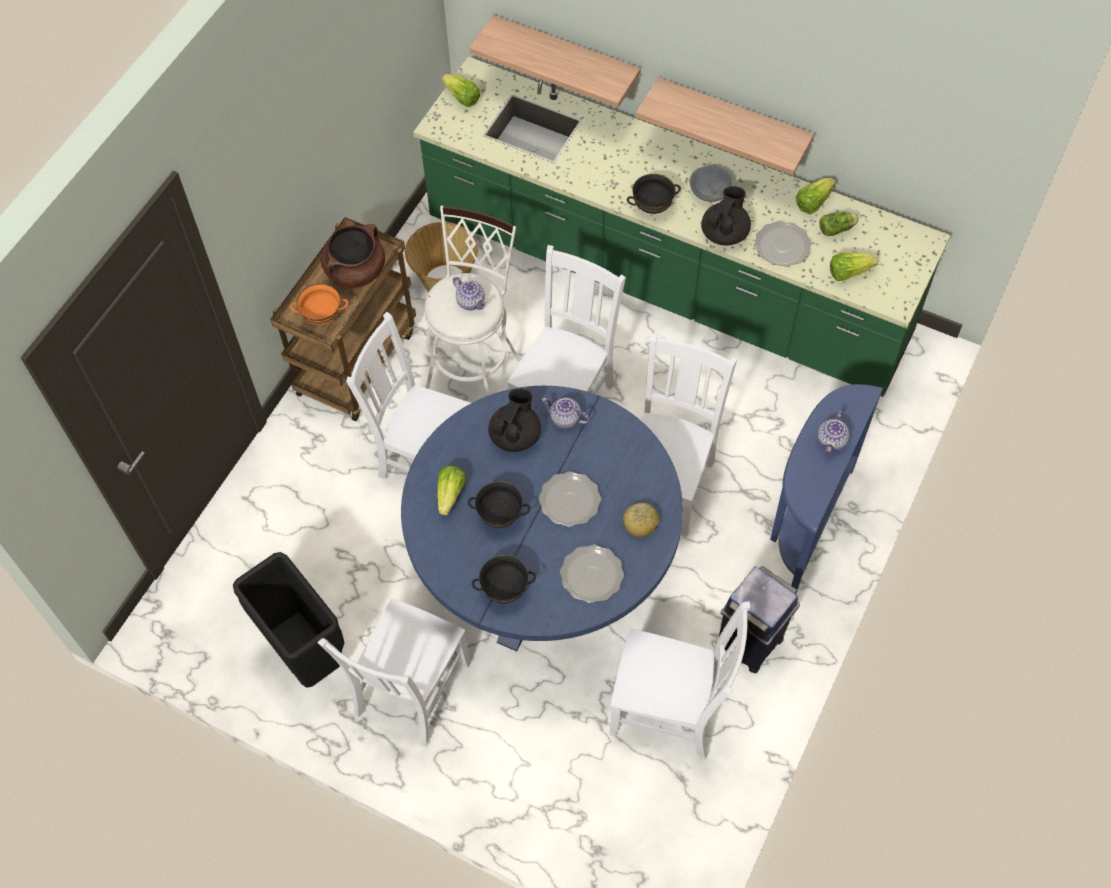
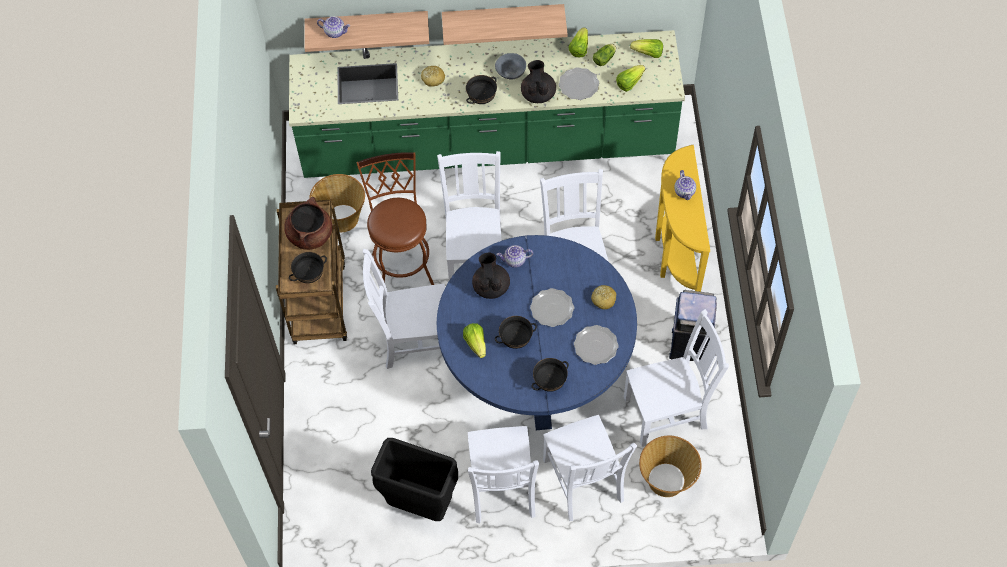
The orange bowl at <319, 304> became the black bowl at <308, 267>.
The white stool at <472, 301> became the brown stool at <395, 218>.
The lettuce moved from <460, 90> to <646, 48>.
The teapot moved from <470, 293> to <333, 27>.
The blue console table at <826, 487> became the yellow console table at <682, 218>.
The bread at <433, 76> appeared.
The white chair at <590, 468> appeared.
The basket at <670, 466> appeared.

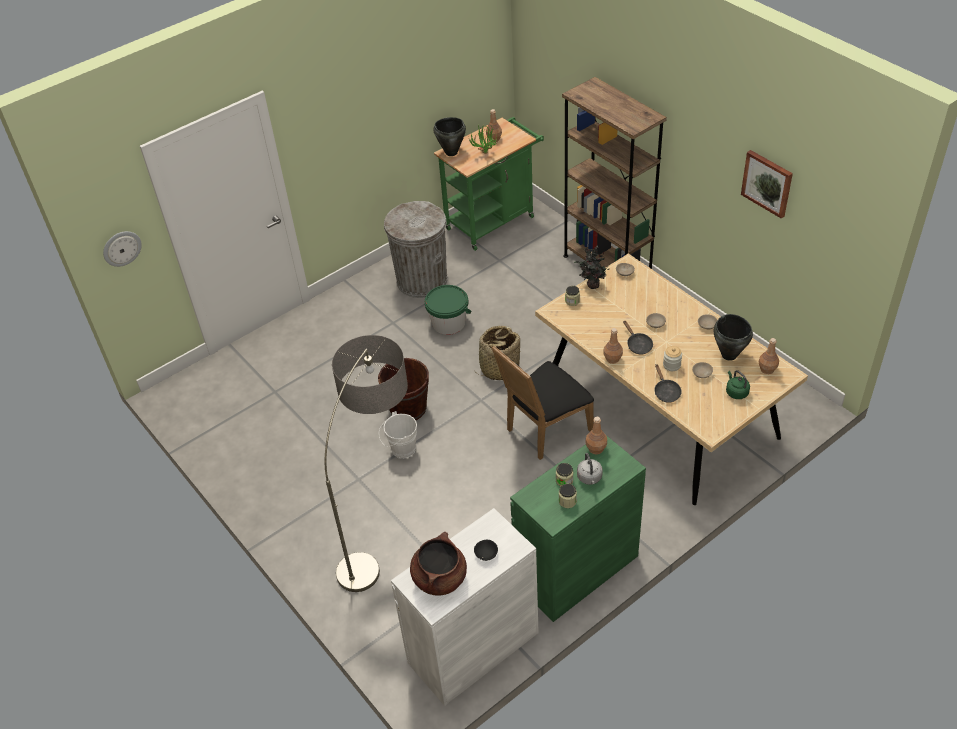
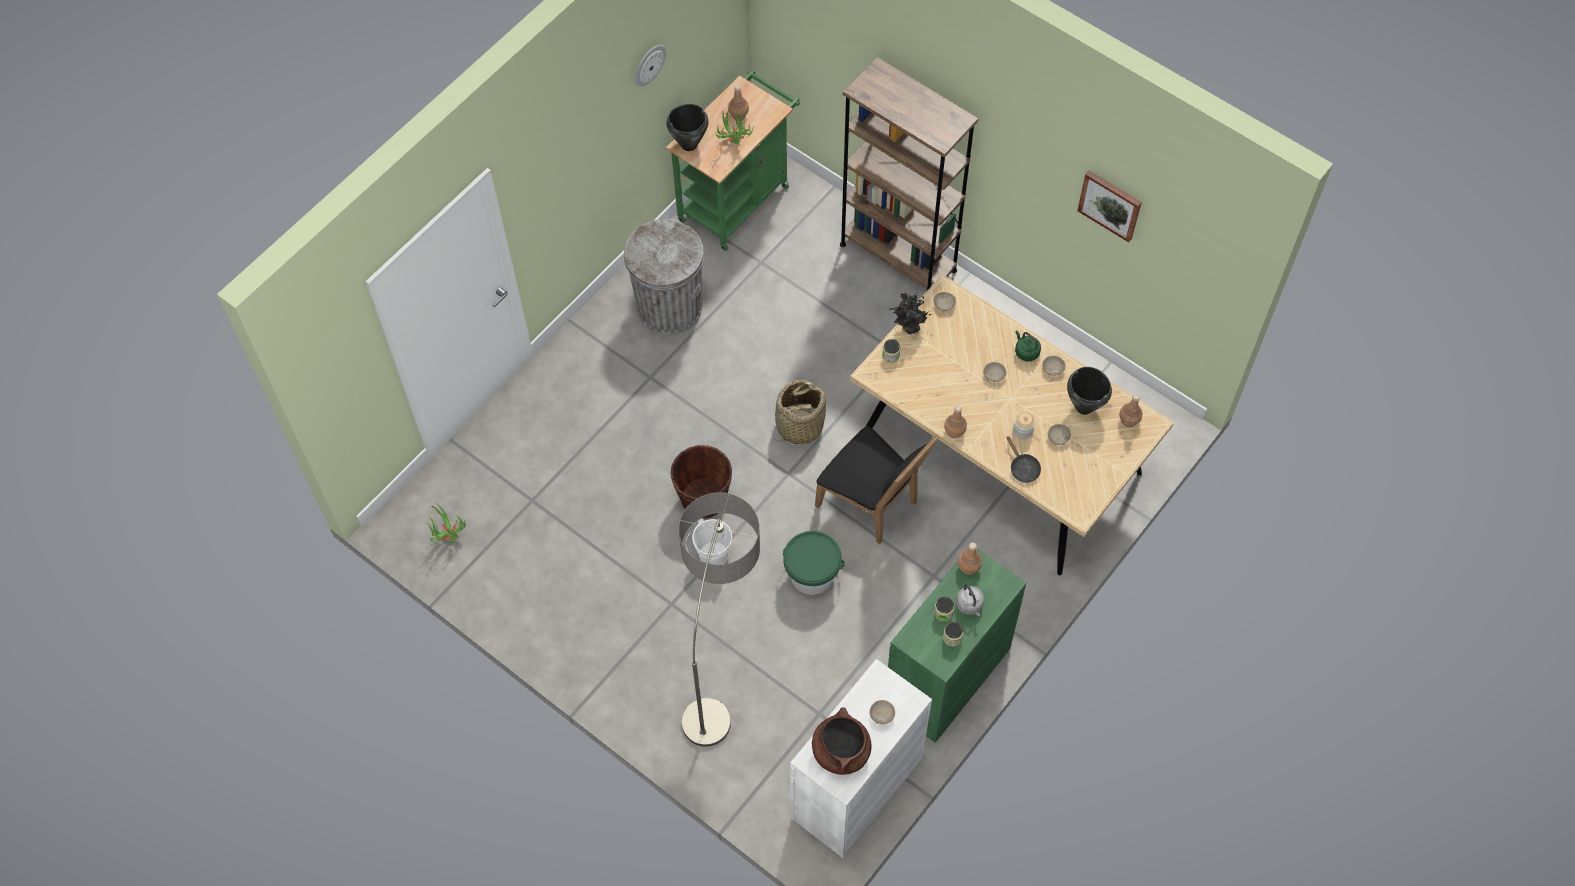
The wall clock moved from <122, 249> to <650, 66>.
The green bucket moved from <448, 310> to <814, 563>.
The black bowl at <486, 550> became the beige bowl at <882, 712>.
The black chair at <542, 402> turned 90 degrees counterclockwise.
The black frying pan at <638, 337> disappeared.
The green kettle moved from <738, 384> to <1028, 346>.
The potted plant at <445, 524> appeared.

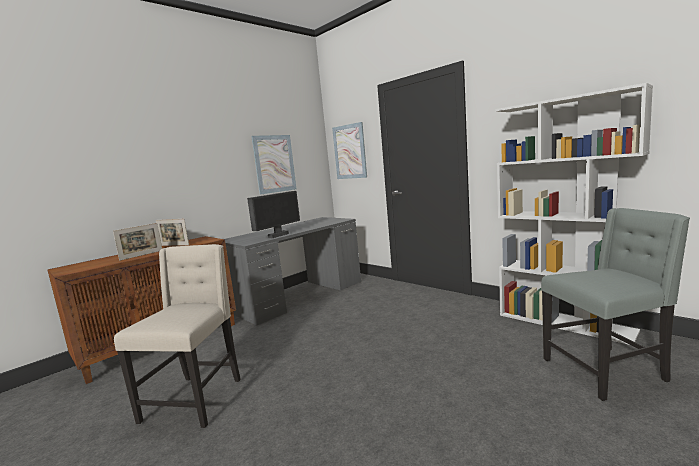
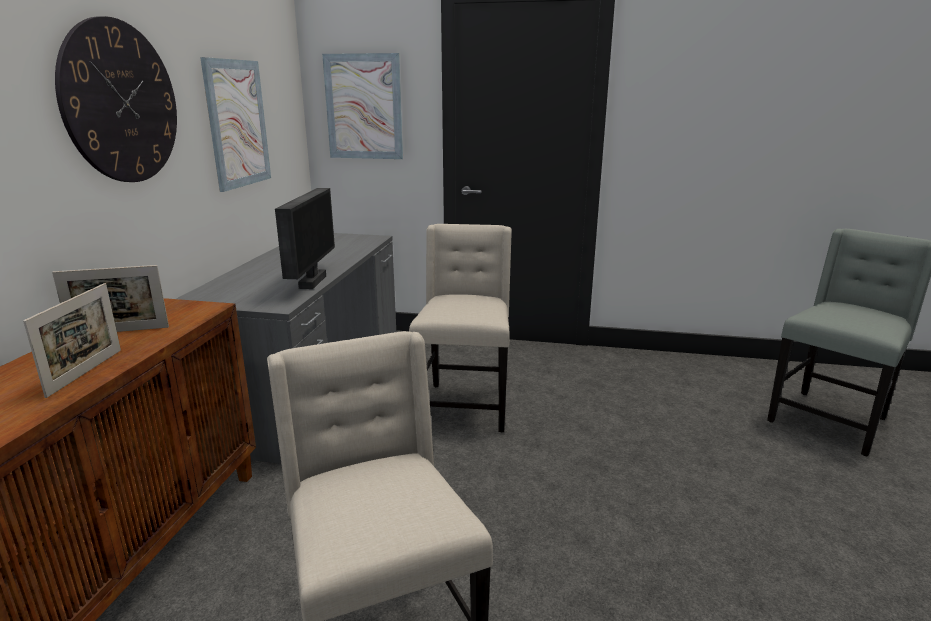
The white bookcase at <574, 214> disappeared.
The wall clock at <116, 99> appeared.
The beige chair at <460, 328> appeared.

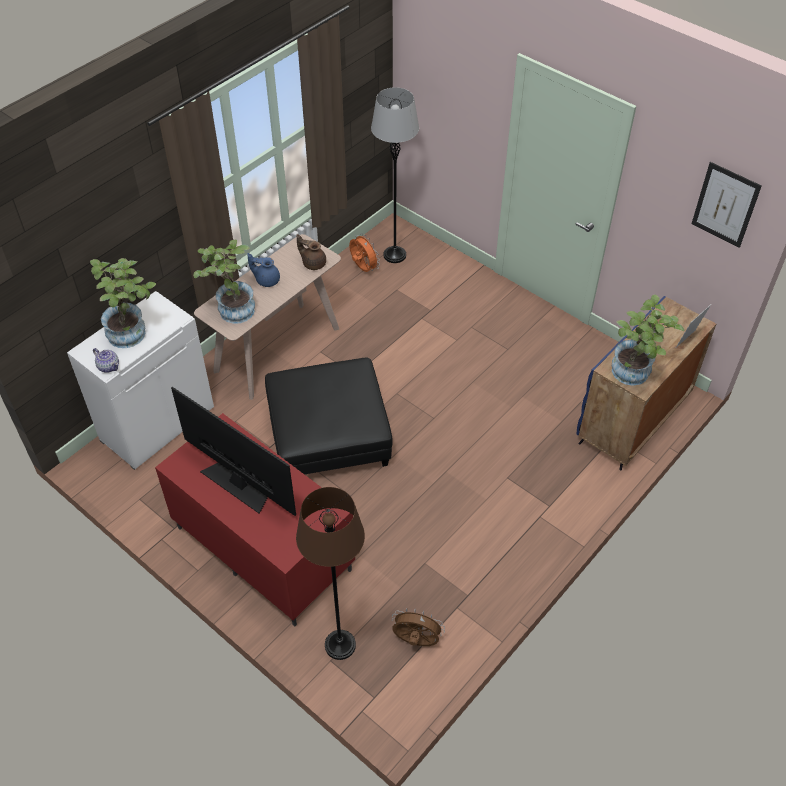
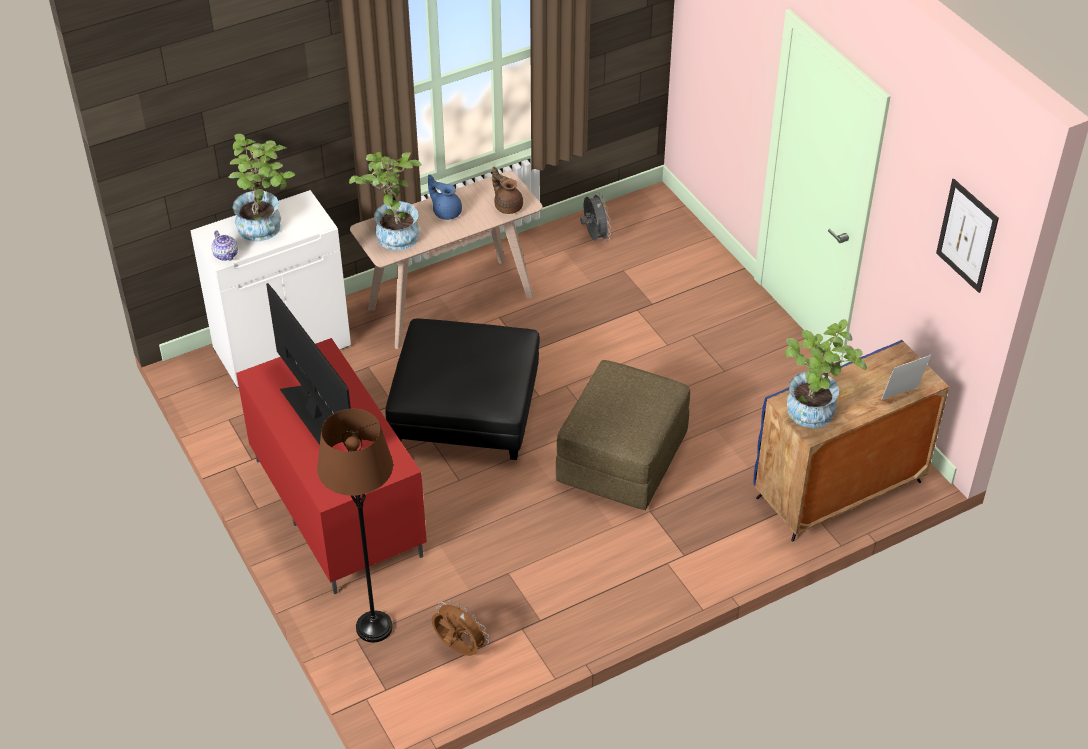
The orange fan at <364, 252> became the grey fan at <595, 217>.
The grey floor lamp at <395, 175> disappeared.
The brown ottoman at <623, 435> appeared.

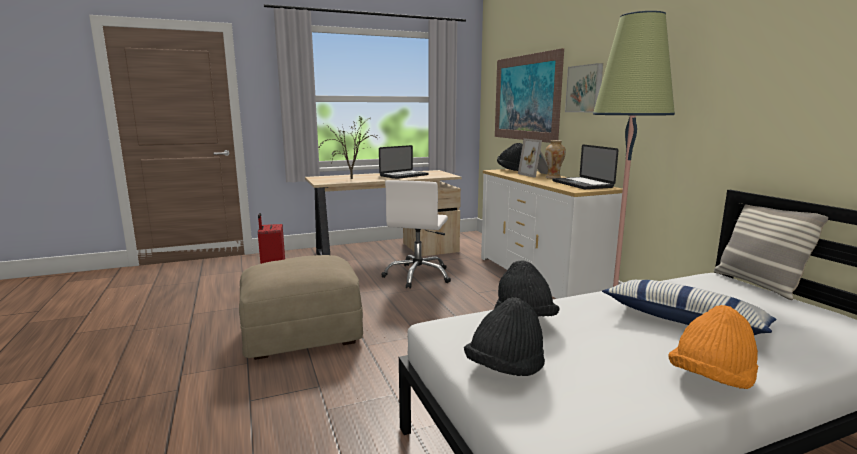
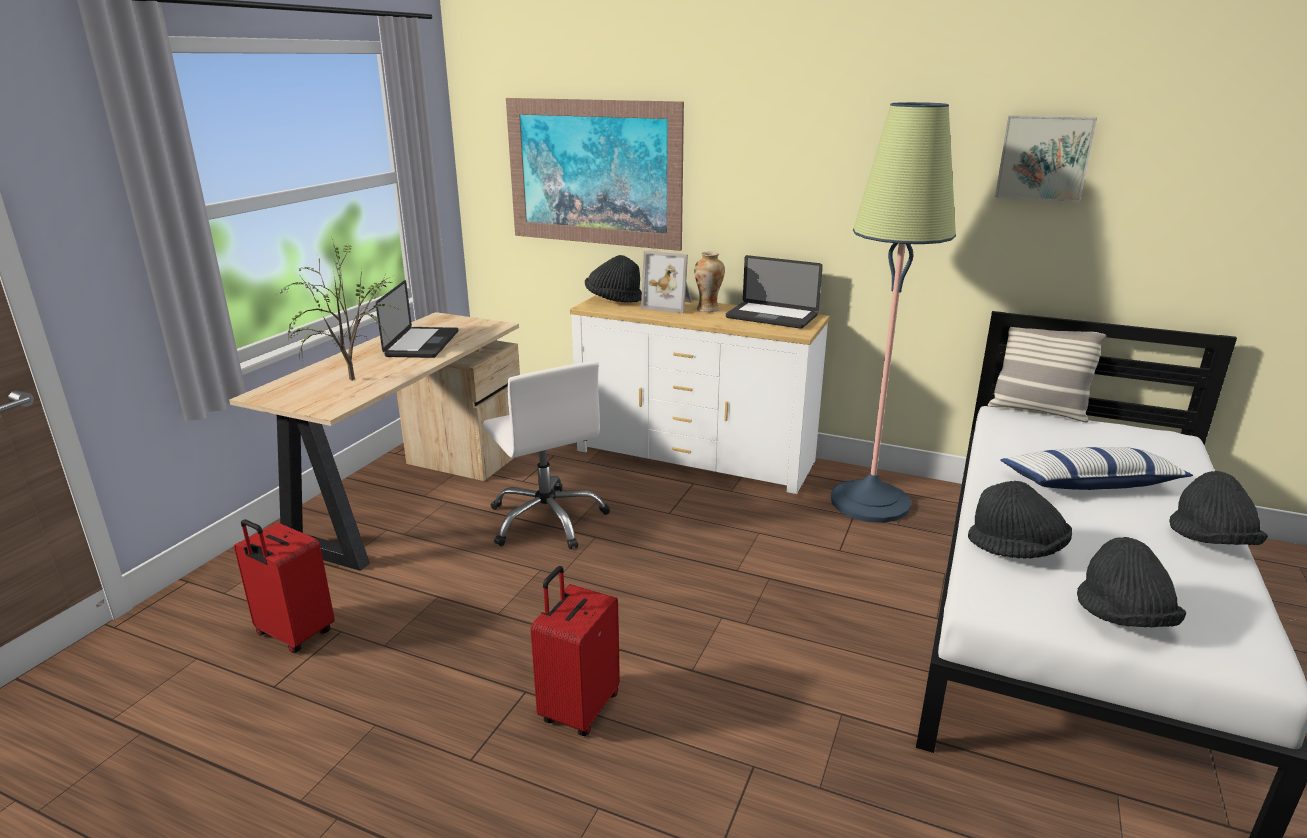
The beige ottoman at <301, 307> was replaced by the red suitcase at <575, 651>.
The picture moved from <584, 87> to <1046, 158>.
The orange hat at <713, 347> became the black hat at <1218, 508>.

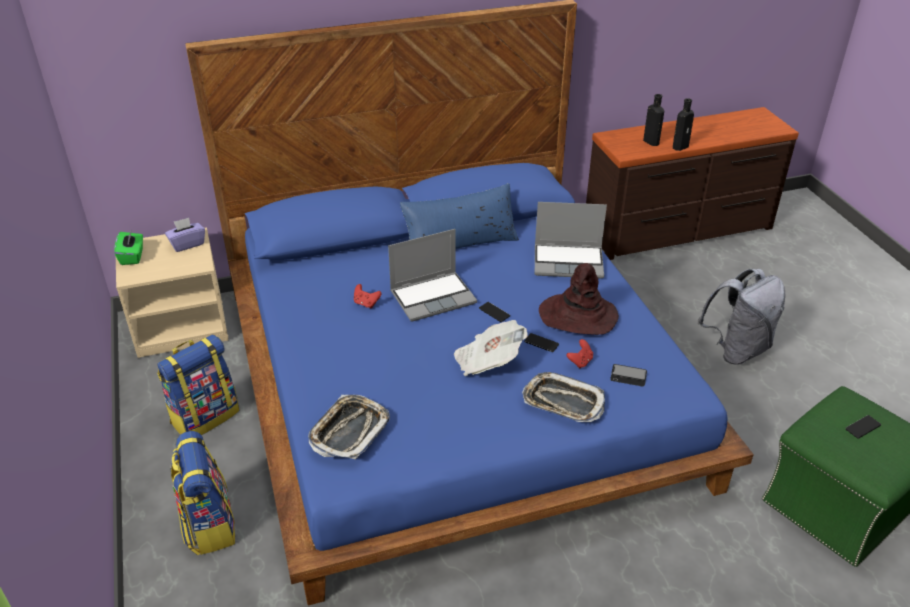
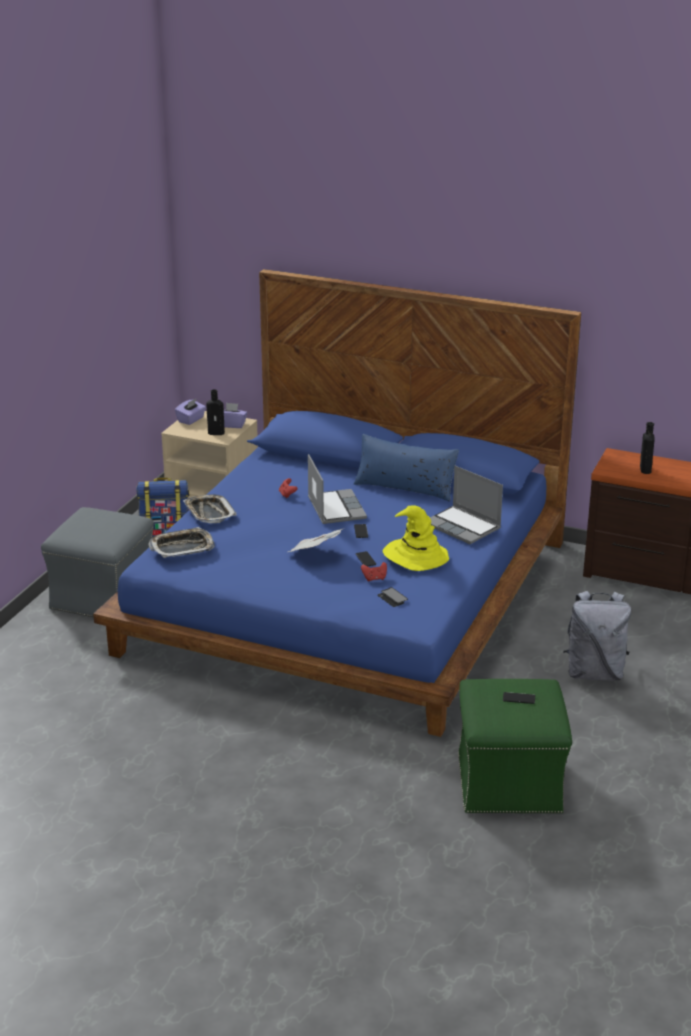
The green tissue box at <128, 247> became the purple tissue box at <190, 411>.
The backpack at <202, 493> was replaced by the grey ottoman at <97, 562>.
The laptop at <432, 275> turned 120 degrees counterclockwise.
The tray moved from <563, 397> to <210, 508>.
The brown hat at <579, 299> became the yellow hat at <416, 538>.
The black bottle moved from <683, 124> to <215, 412>.

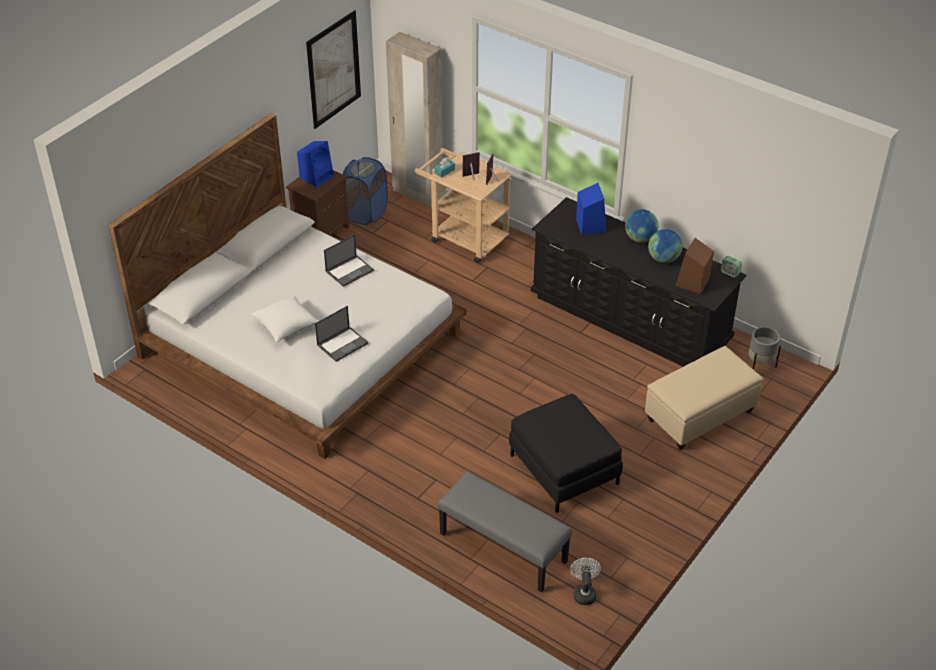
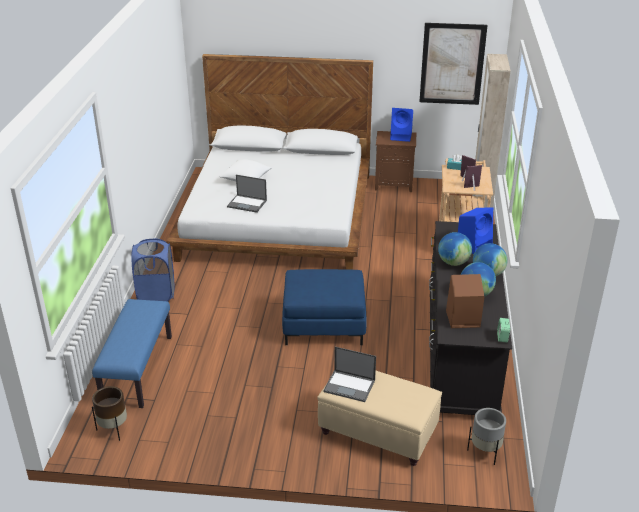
The laptop moved from <349, 260> to <349, 374>.
The blue laundry basket moved from <365, 191> to <152, 270>.
The grey bench at <504, 531> became the blue bench at <132, 353>.
The black ottoman at <566, 453> disappeared.
The white fan at <585, 581> was replaced by the brown planter at <109, 413>.
The blue ottoman at <324, 307> appeared.
The globe at <455, 249> appeared.

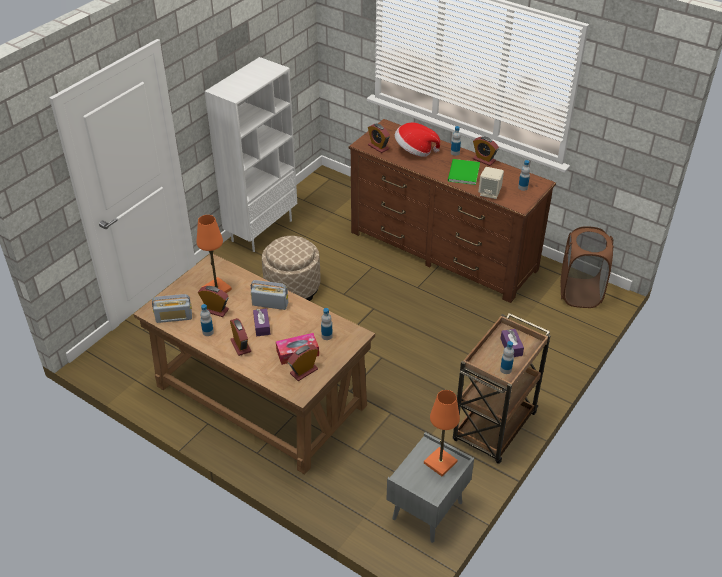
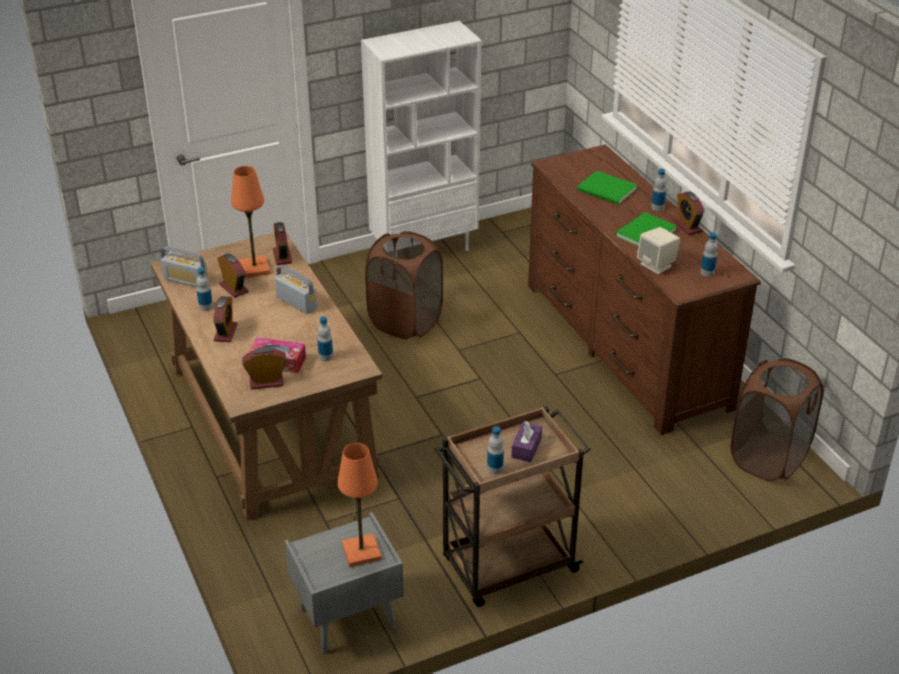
The purple tissue box at <262, 322> disappeared.
The beige ottoman at <291, 268> was replaced by the brown laundry basket at <404, 285>.
The alarm clock moved from <379, 138> to <282, 243>.
The hat at <417, 139> was replaced by the green book at <607, 188>.

